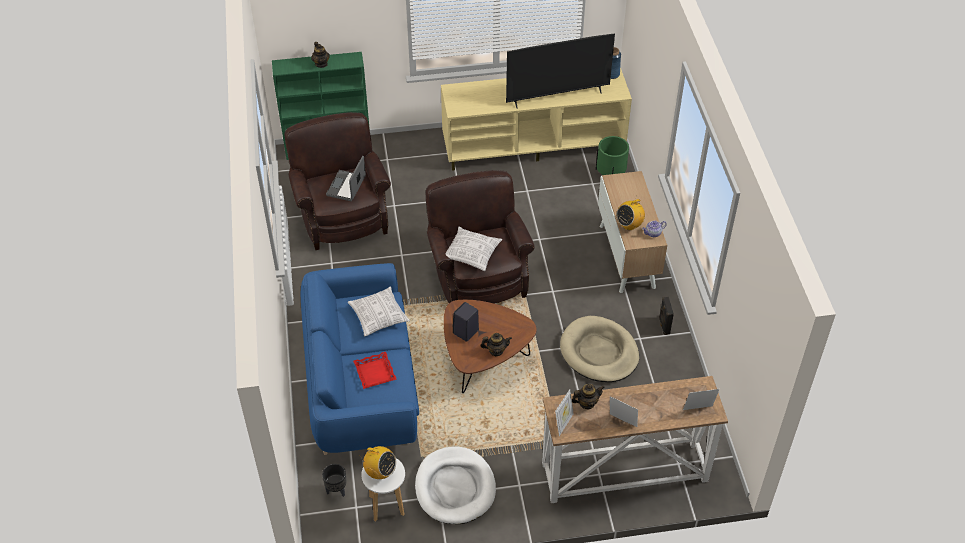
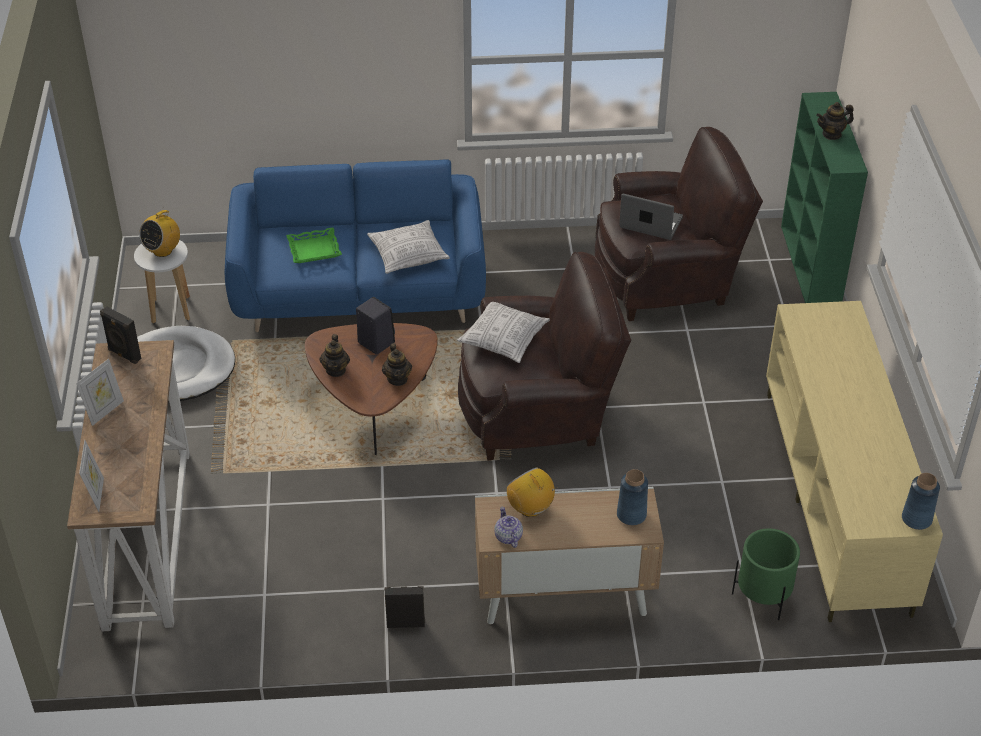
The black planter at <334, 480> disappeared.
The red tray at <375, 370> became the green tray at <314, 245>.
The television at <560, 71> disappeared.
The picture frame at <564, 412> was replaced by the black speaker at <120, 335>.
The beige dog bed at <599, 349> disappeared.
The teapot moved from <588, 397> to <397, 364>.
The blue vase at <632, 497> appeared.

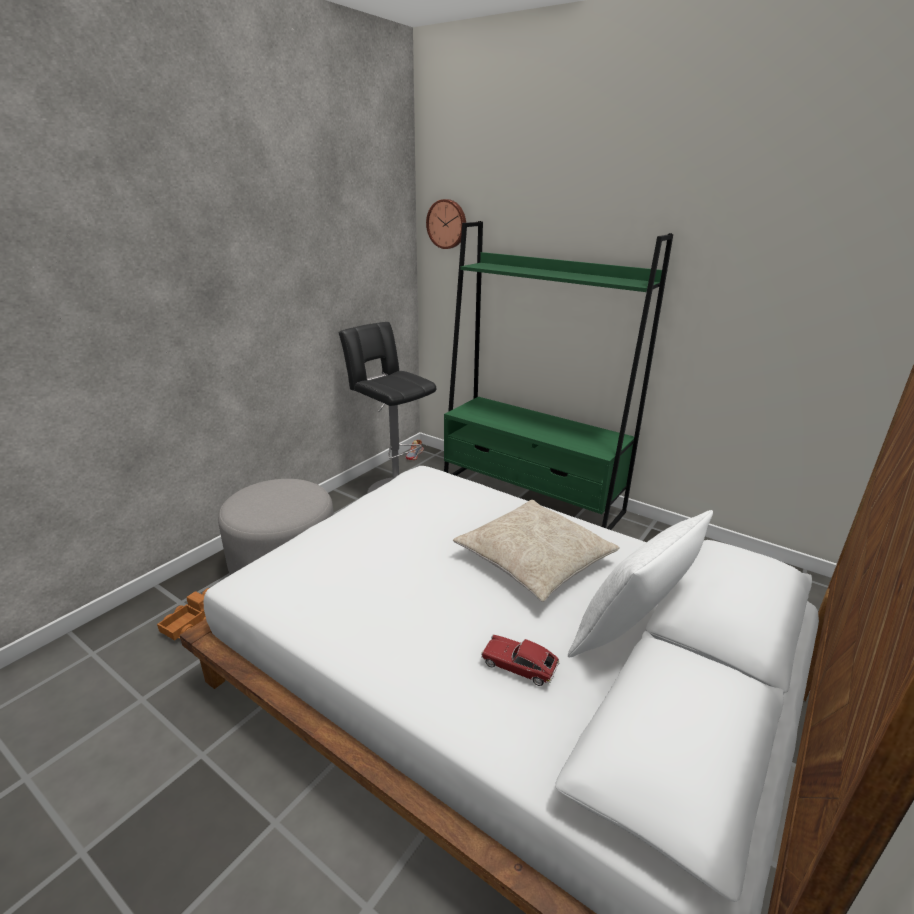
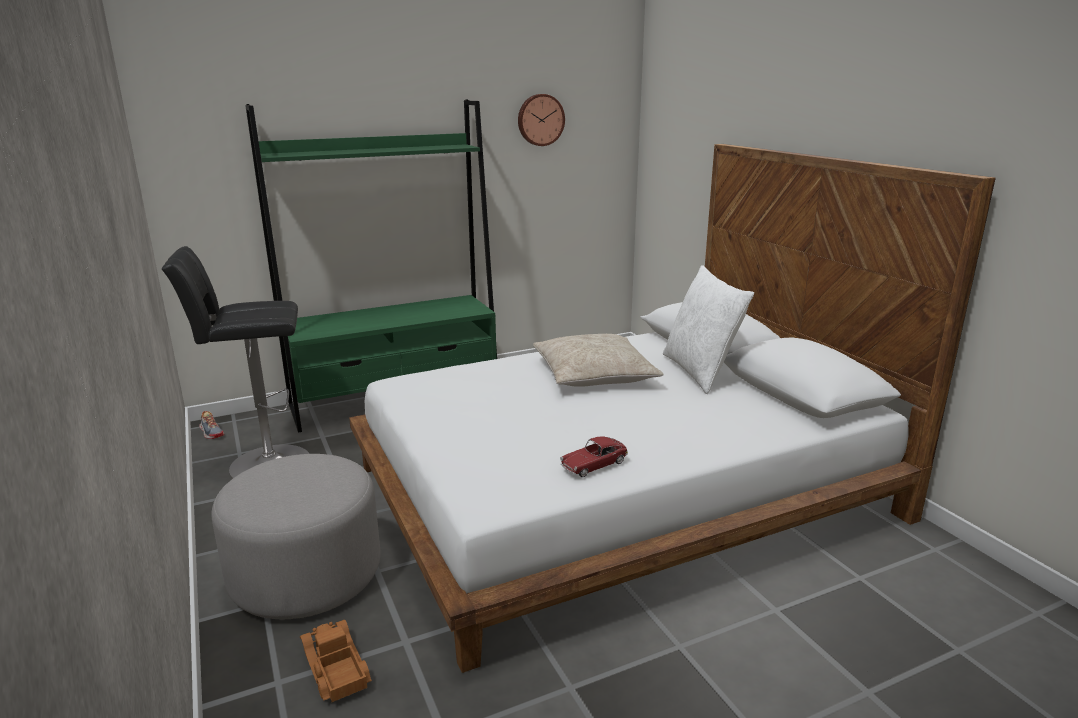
The wall clock moved from <446, 224> to <541, 120>.
The toy car moved from <520, 660> to <594, 457>.

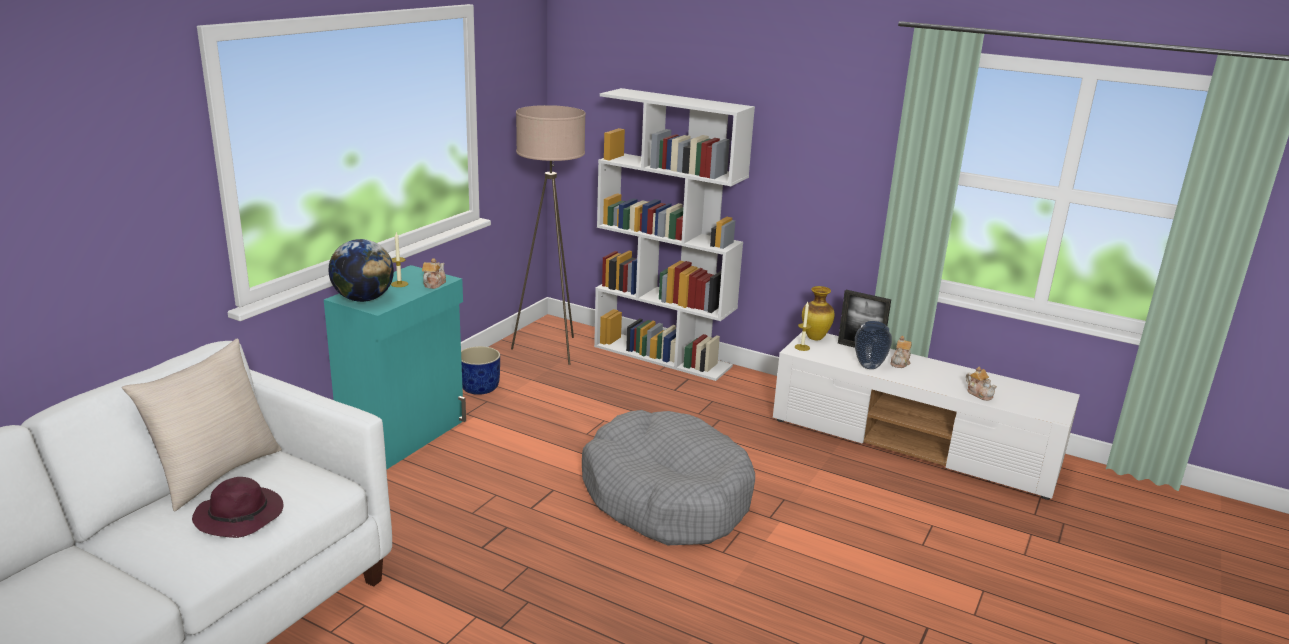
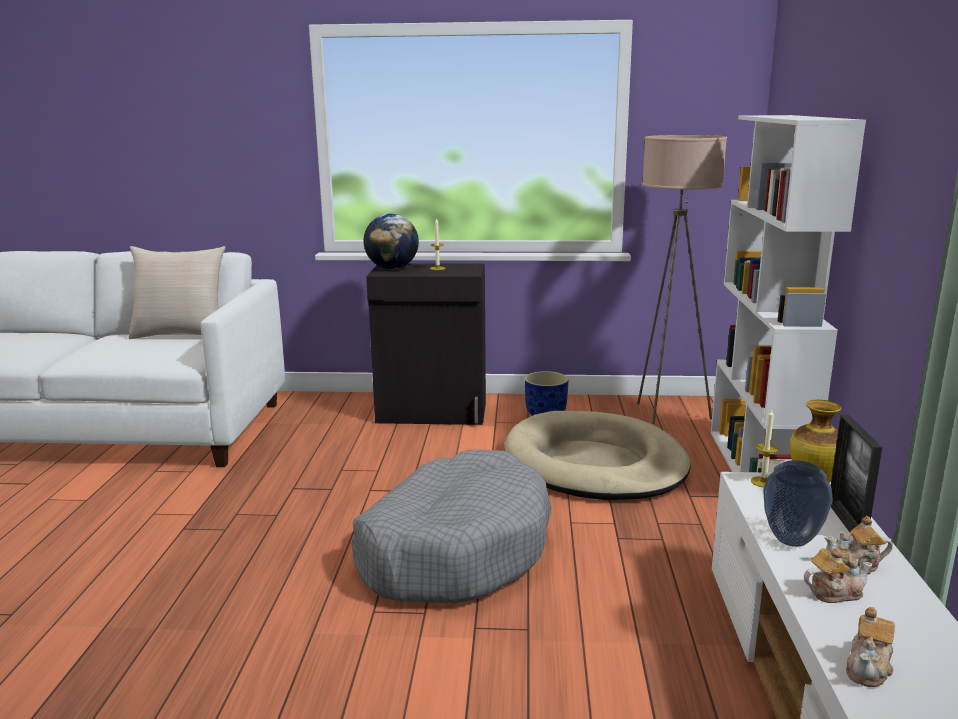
The purple hat at <237, 507> disappeared.
The turquoise cabinet at <395, 367> became the black cabinet at <426, 344>.
The teapot moved from <434, 273> to <838, 575>.
The beige dog bed at <598, 455> appeared.

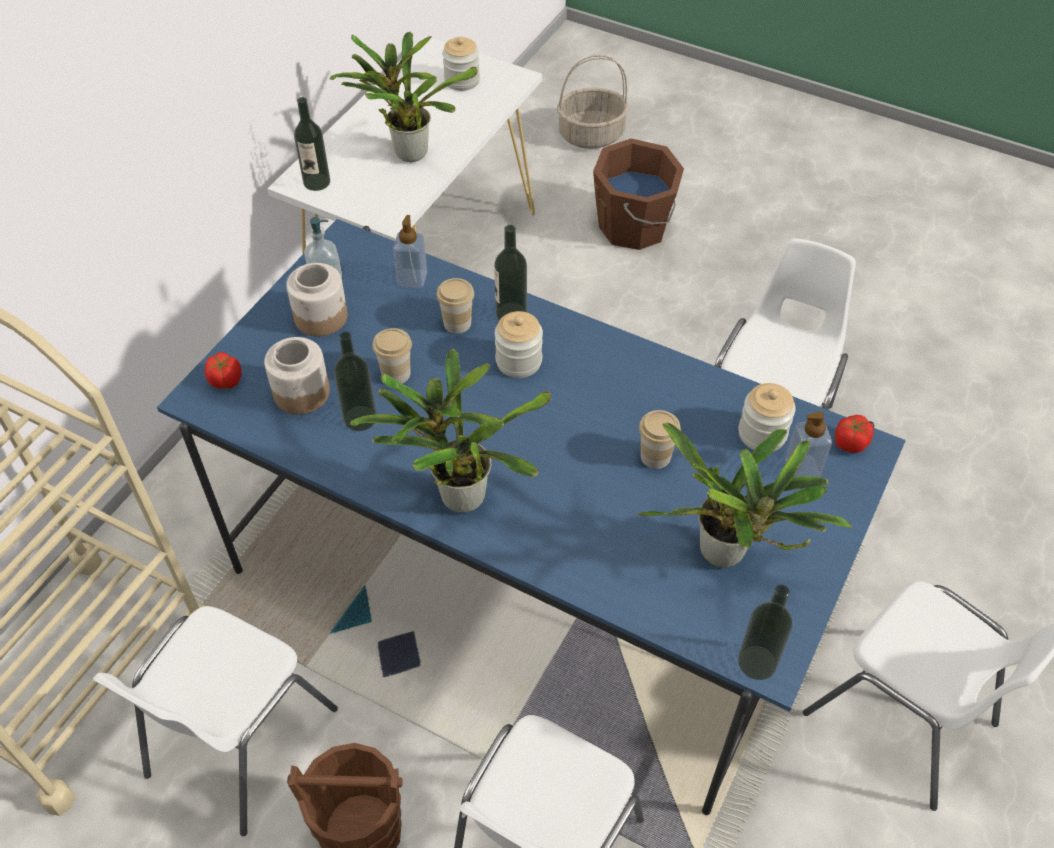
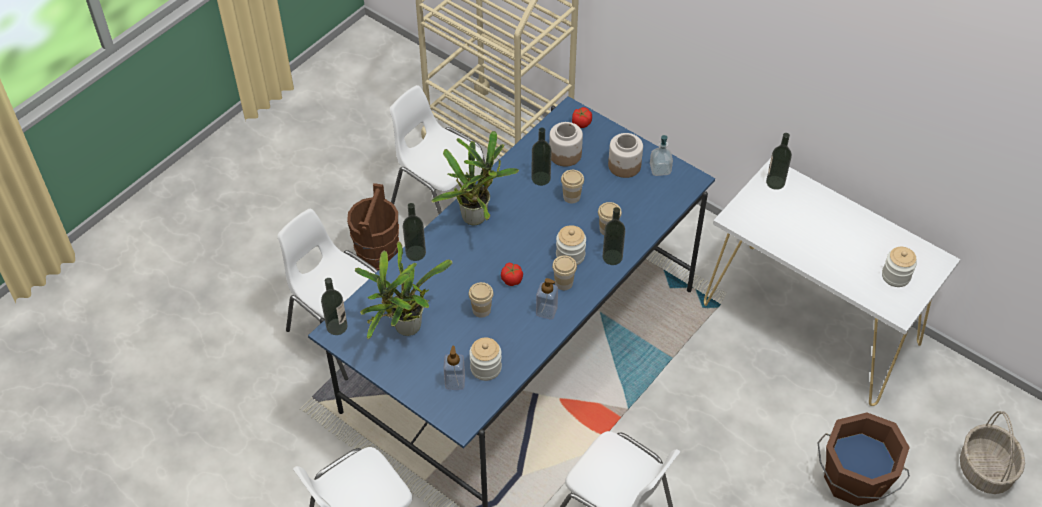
The potted plant at <404, 97> disappeared.
The soap dispenser moved from <410, 251> to <547, 298>.
The tomato moved from <854, 434> to <512, 274>.
The bottle at <414, 232> appeared.
The cup at <564, 272> appeared.

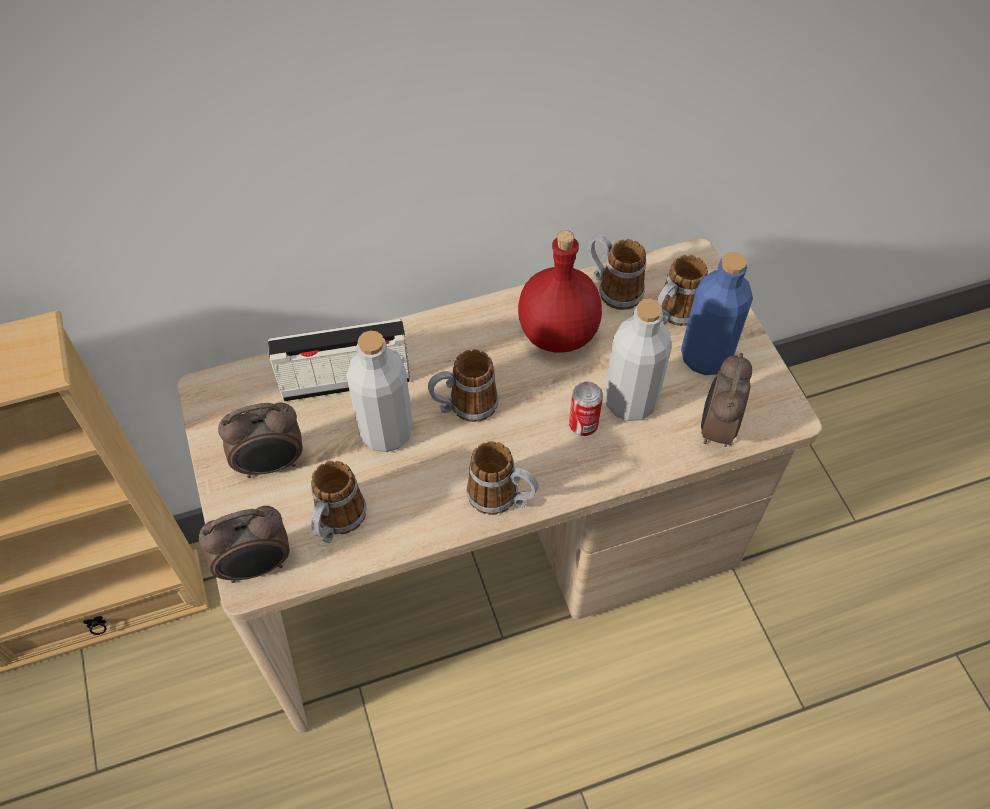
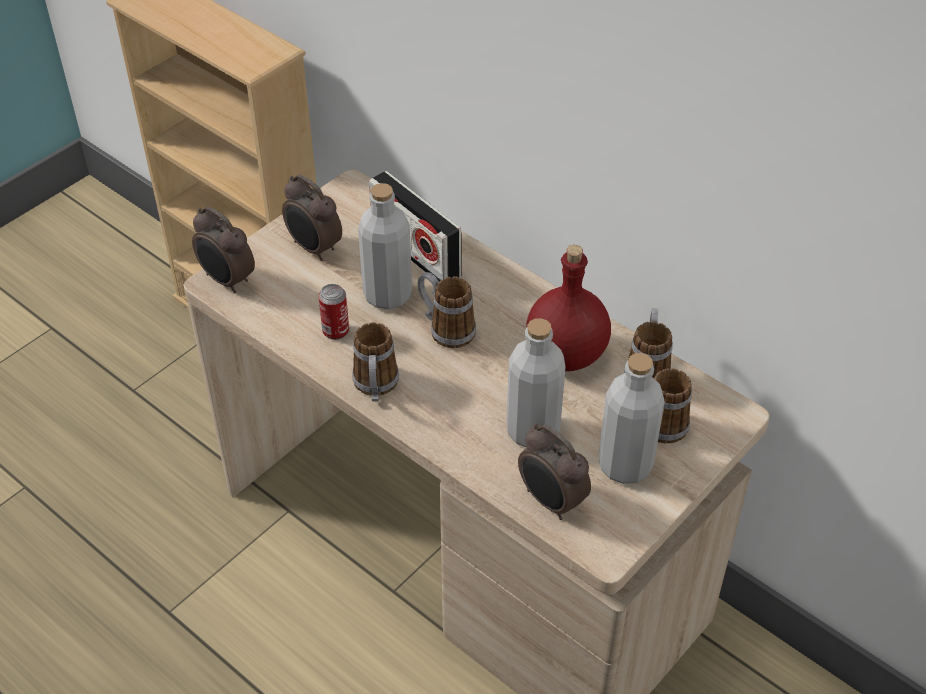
The mug at <339, 502> disappeared.
The can moved from <586, 409> to <333, 312>.
The blue bottle at <717, 313> became the grey bottle at <631, 418>.
The alarm clock at <726, 400> turned 120 degrees counterclockwise.

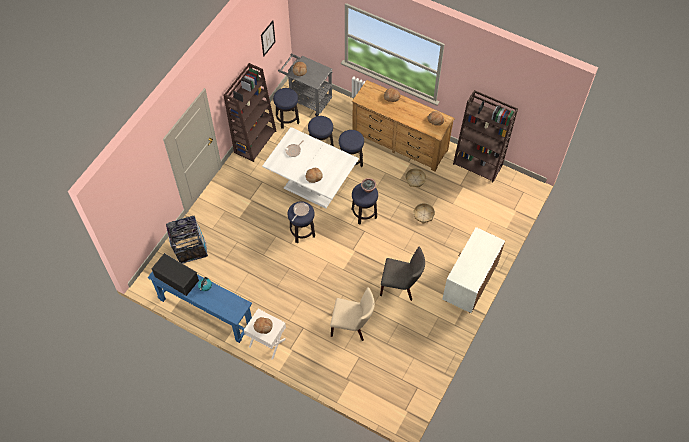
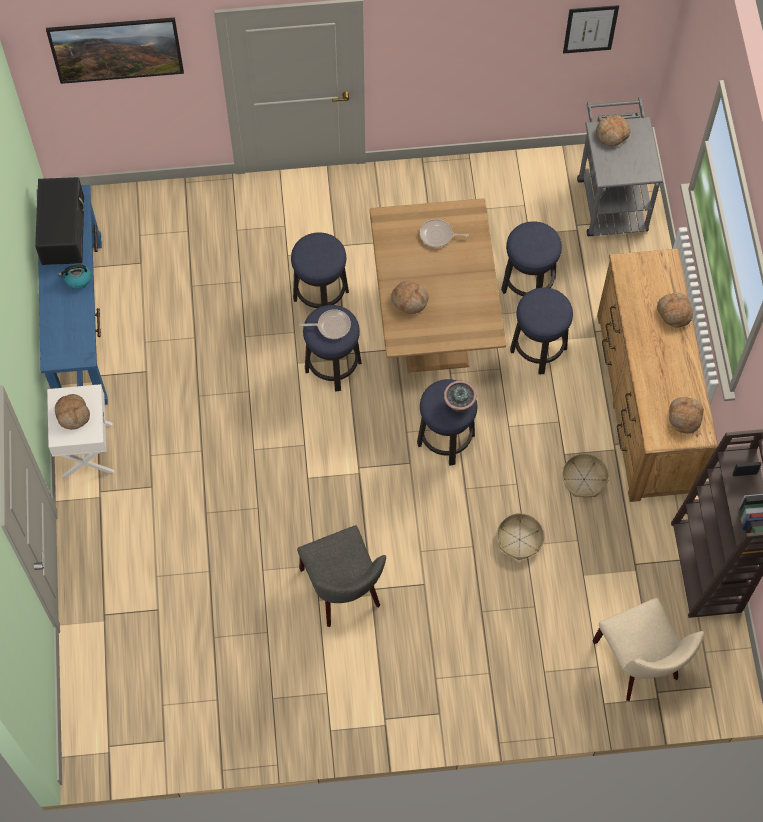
The trash can at <187, 240> disappeared.
The brown bookcase at <250, 112> disappeared.
The white dining table at <310, 168> became the brown dining table at <438, 285>.
The stool moved from <286, 108> to <320, 270>.
The beige chair moved from <352, 314> to <648, 649>.
The white cabinet at <473, 270> disappeared.
The picture at <115, 50> appeared.

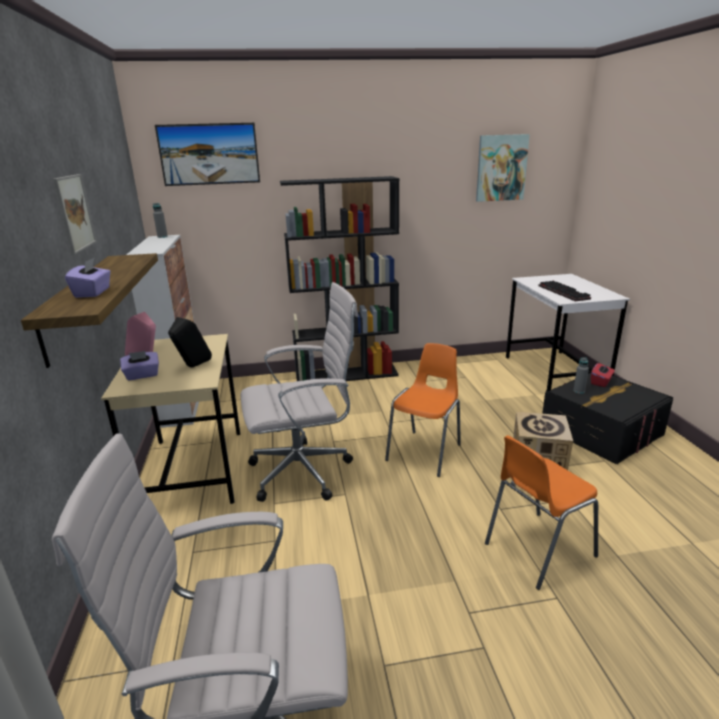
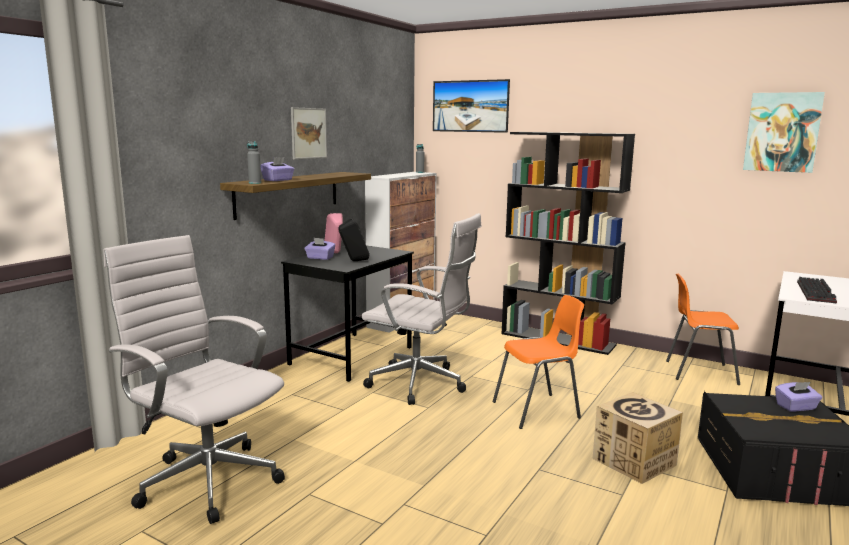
The beige desk at <170, 419> became the black desk at <347, 313>.
The orange chair moved from <541, 513> to <703, 329>.
The grey bottle moved from <581, 375> to <254, 162>.
The red tissue box at <603, 375> became the purple tissue box at <798, 397>.

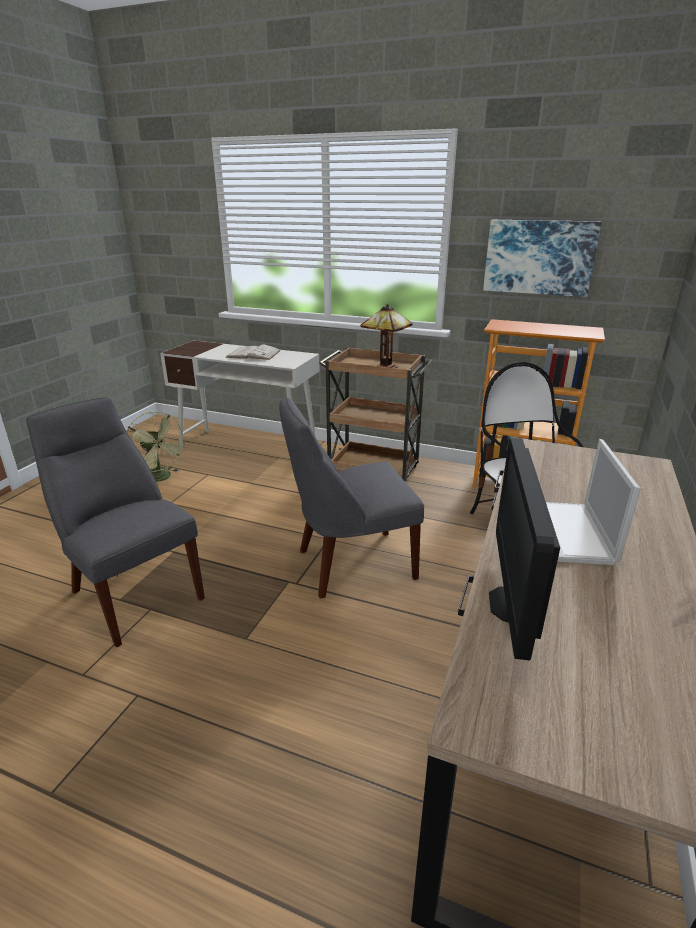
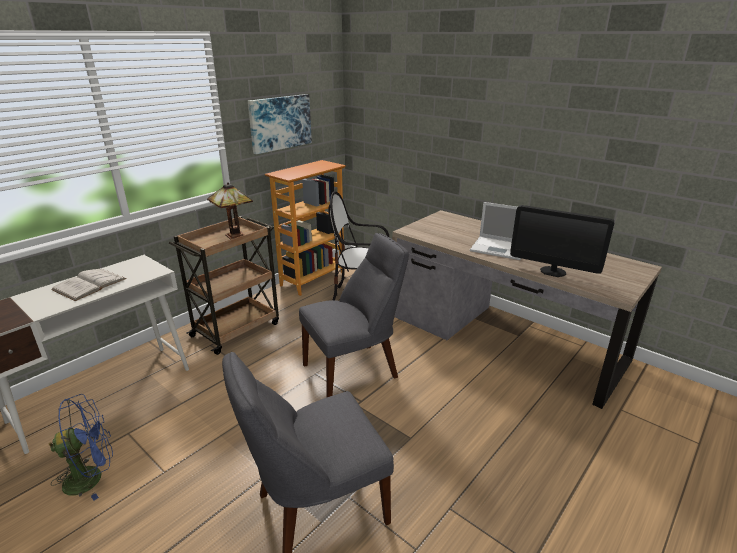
The green fan at <156, 446> became the blue fan at <81, 447>.
The grey chair at <351, 498> turned 120 degrees counterclockwise.

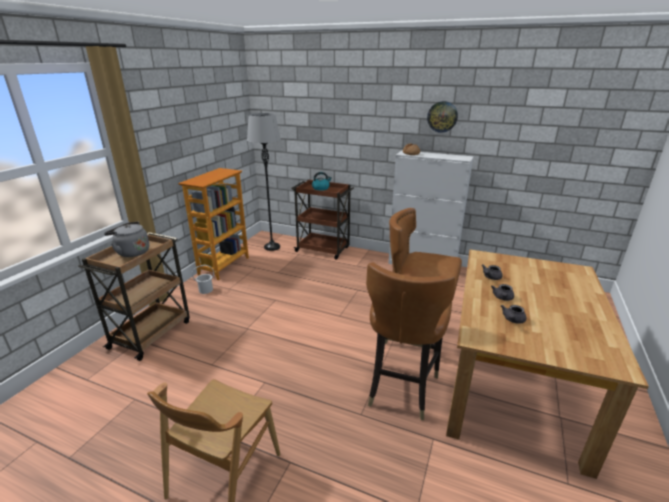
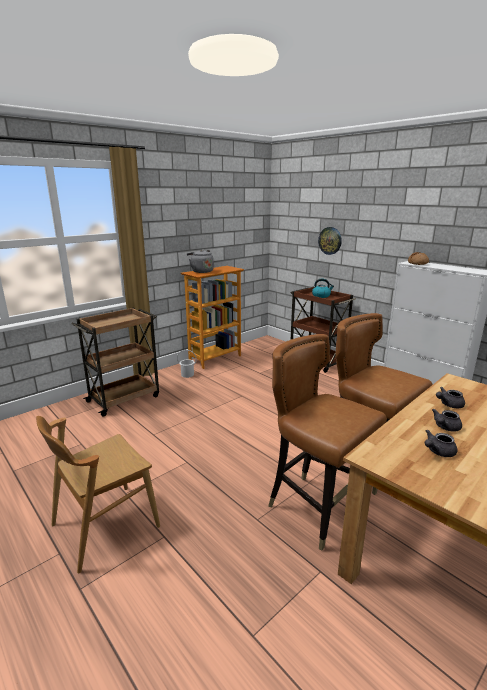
The grey kettle moved from <126, 239> to <200, 261>.
The grey floor lamp at <264, 182> disappeared.
The brown chair at <410, 341> turned 90 degrees clockwise.
The wall clock moved from <442, 117> to <330, 241>.

